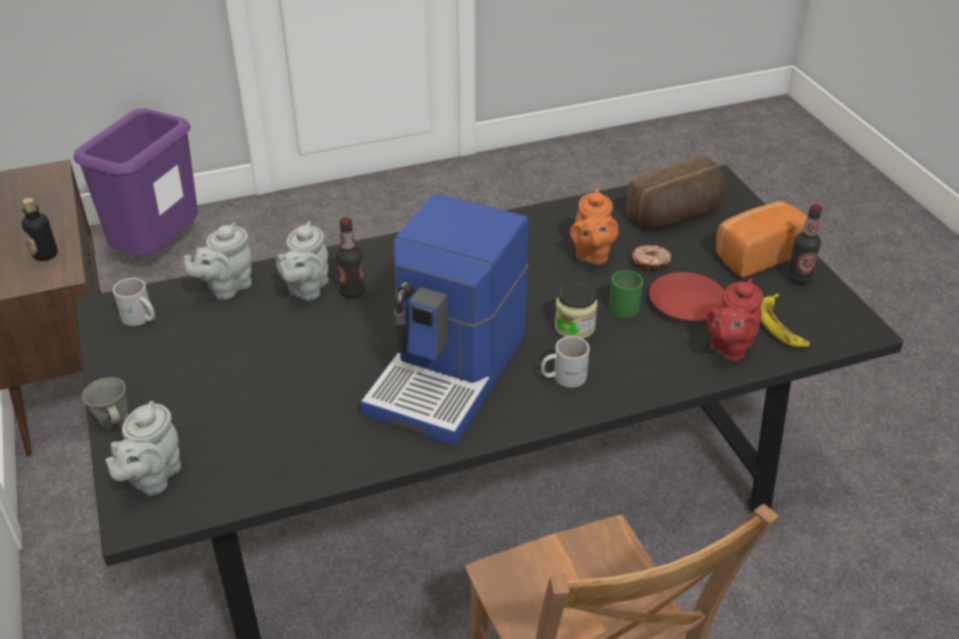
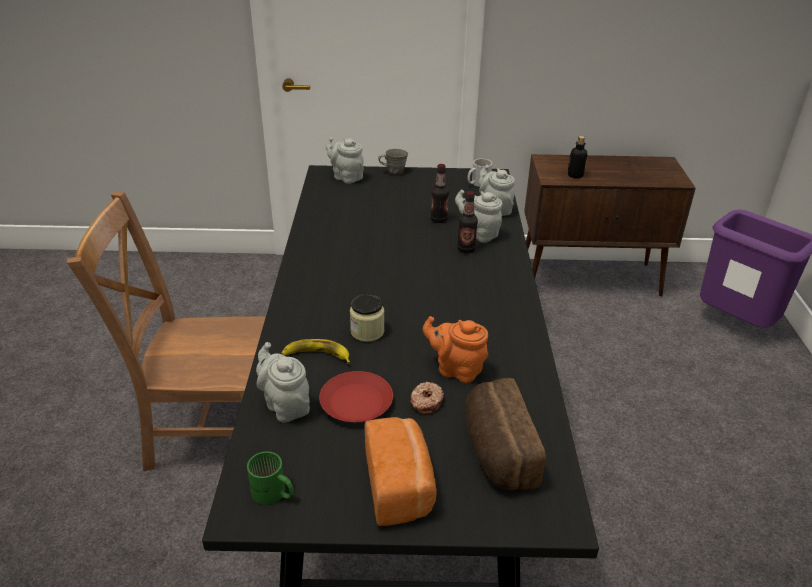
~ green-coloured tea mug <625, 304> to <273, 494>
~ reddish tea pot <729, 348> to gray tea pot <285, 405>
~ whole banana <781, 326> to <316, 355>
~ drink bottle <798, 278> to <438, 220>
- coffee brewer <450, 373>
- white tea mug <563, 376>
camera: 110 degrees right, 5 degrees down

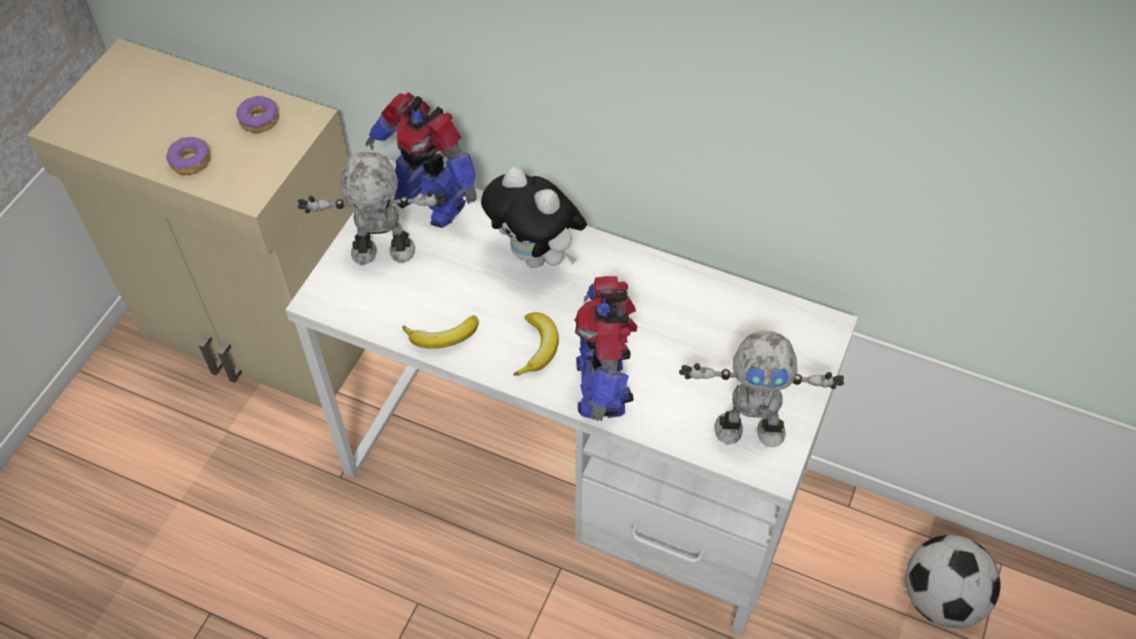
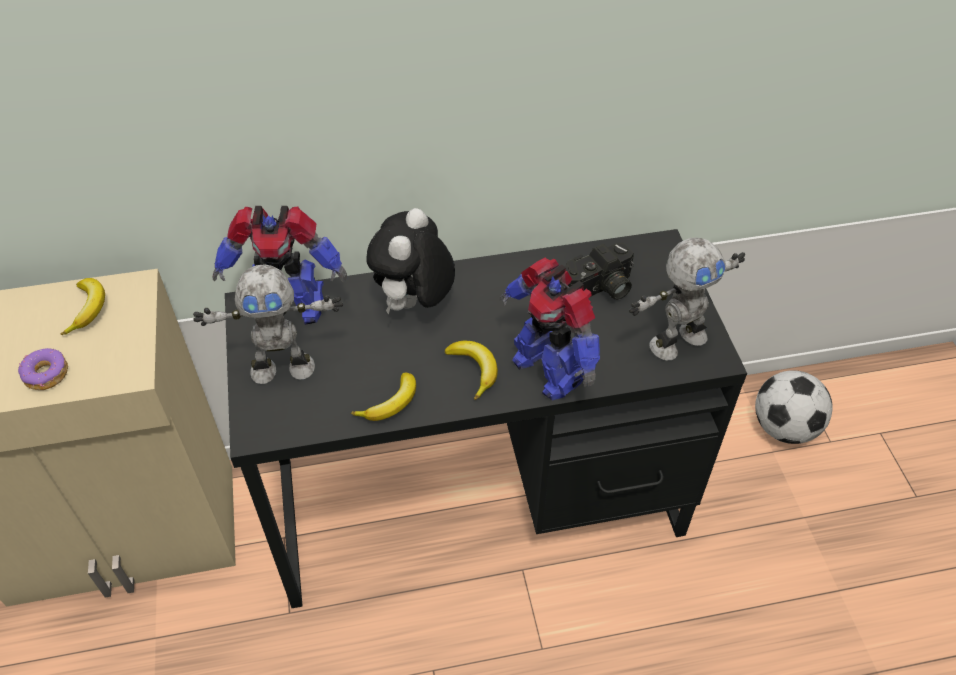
~ doughnut <259, 120> to whole banana <88, 309>
~ toy robot <383, 254> = <283, 367> 150 degrees counterclockwise
~ white desk unit <572, 478> to blackish desk unit <478, 498>
~ cuddly toy <537, 256> = <414, 304> 105 degrees clockwise
+ photo camera <599, 290>
camera: 35 degrees left, 5 degrees down

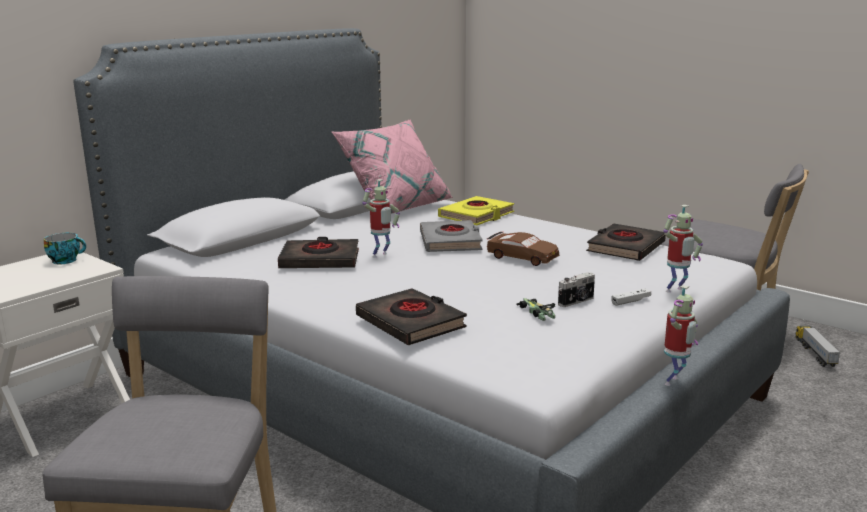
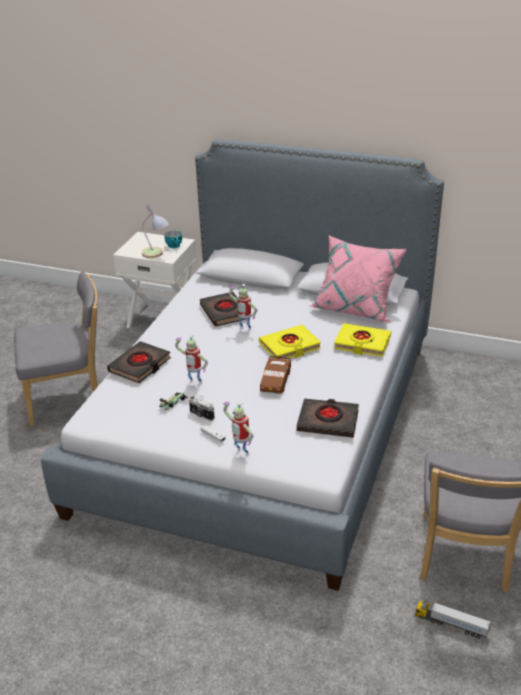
+ lamp for a table <156, 254>
~ toy robot <674, 382> to <194, 383>
~ gray bound book <450, 242> to yellow-coloured bound book <290, 346>
~ toy truck <815, 353> = <451, 625> 135 degrees counterclockwise
camera: 70 degrees right, 15 degrees up

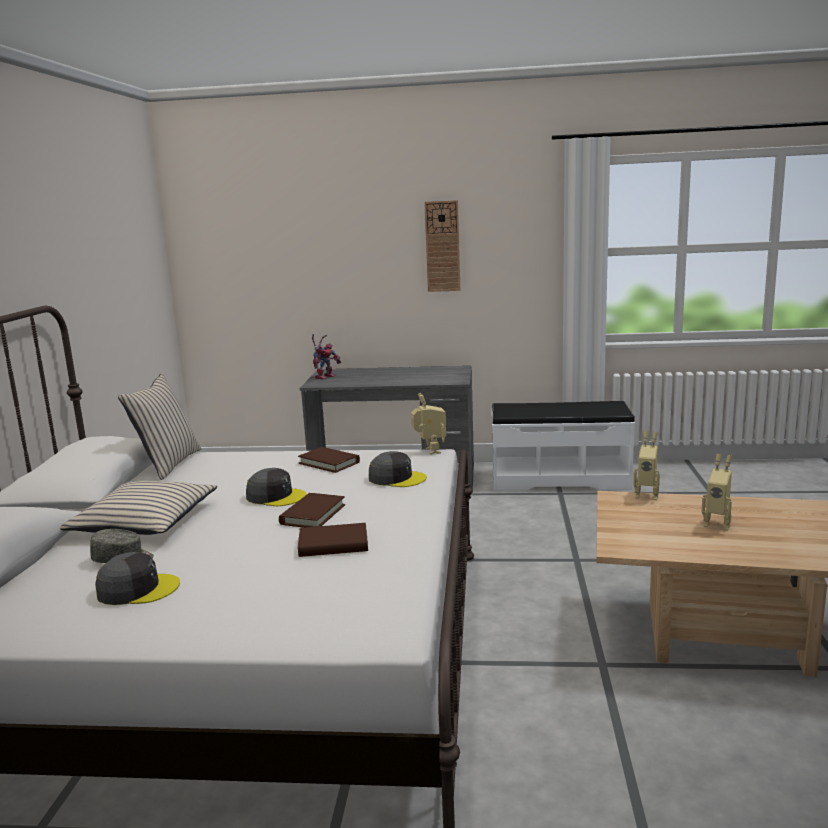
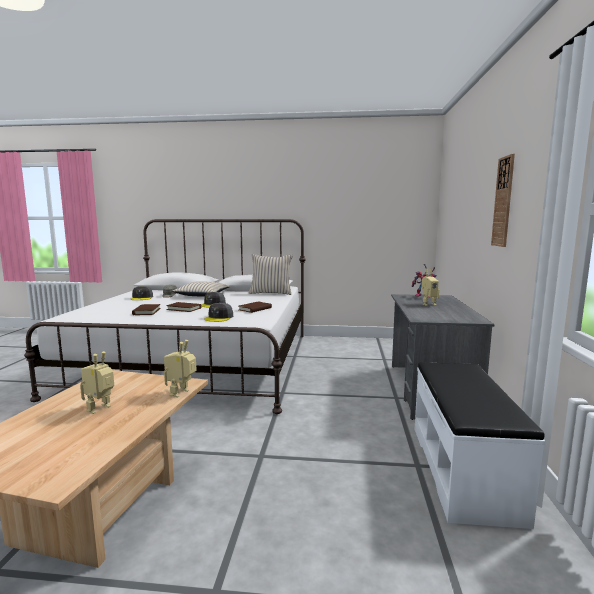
~ toy robot <429, 451> to <428, 304>
camera: 90 degrees right, 5 degrees down

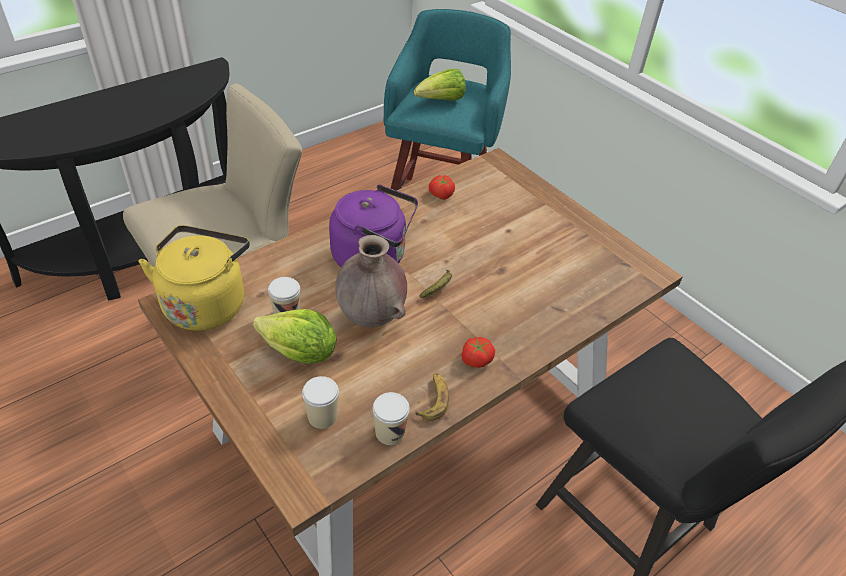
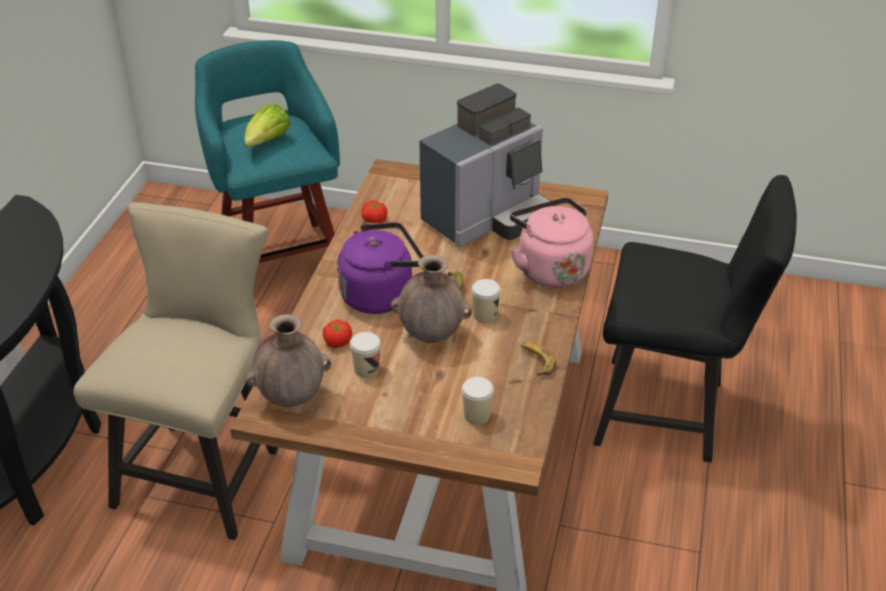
~ yellow-coloured kettle <206, 303> to brown vase <292, 398>
~ tomato <476, 359> to <337, 341>
+ coffee brewer <488, 218>
~ small cup <390, 432> to <485, 315>
+ pinkish kettle <550, 268>
- head of lettuce <300, 353>
camera: 35 degrees left, 5 degrees down

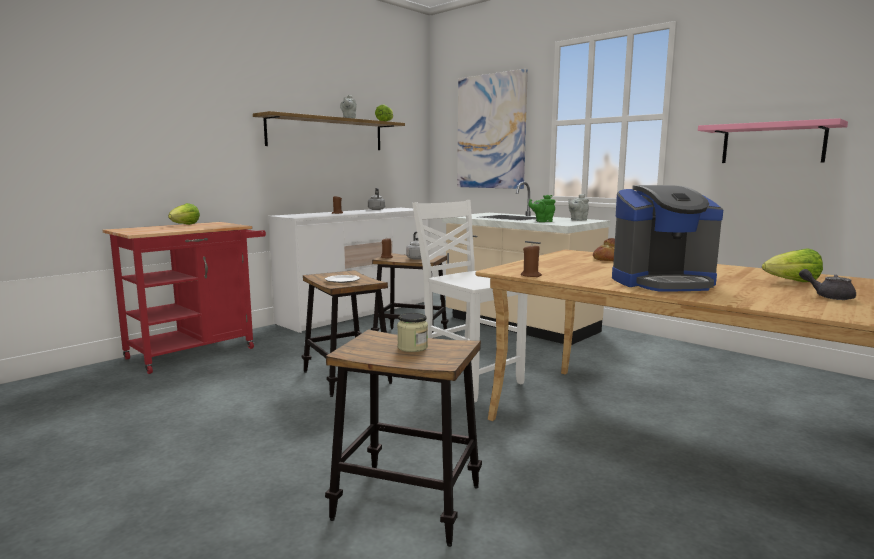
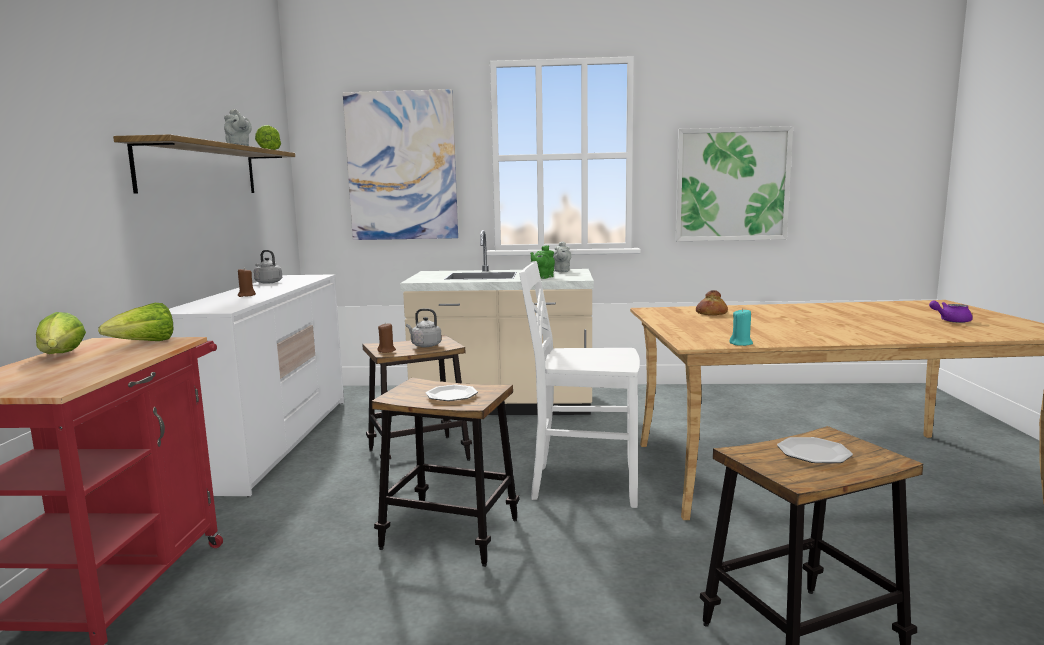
~ head of lettuce <792, 282> to <144, 343>
~ pinkish shelf <772, 143> to wall picture <732, 184>
~ brown wax candle <531, 275> to turquoise-coloured wax candle <741, 343>
~ jar <412, 347> to plate <813, 453>
~ gray tea pot <828, 296> to purple tea pot <950, 321>
- coffee brewer <662, 282>
camera: 40 degrees left, 0 degrees up

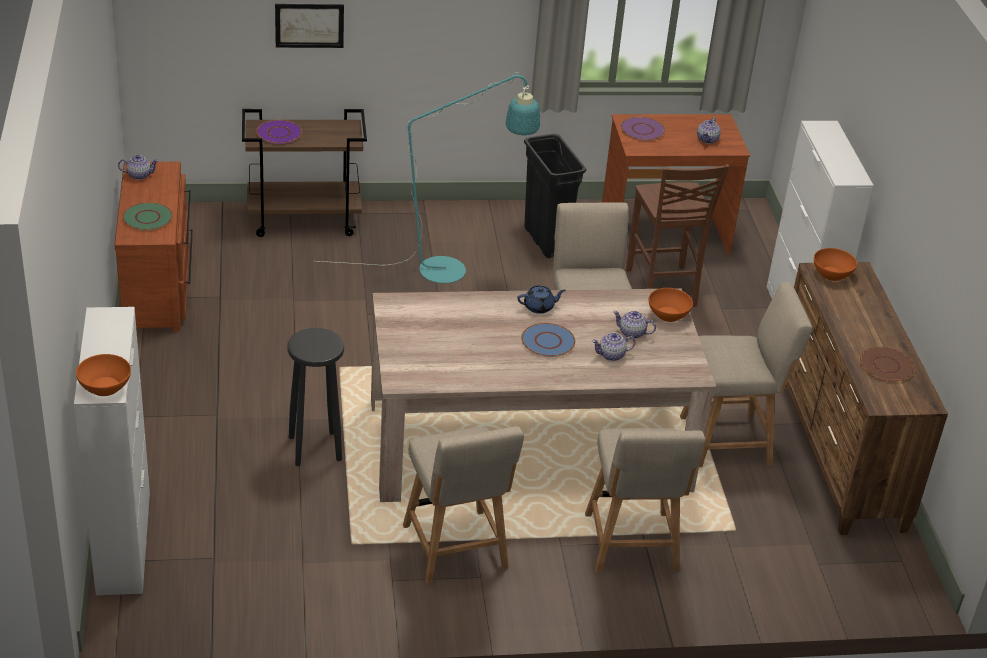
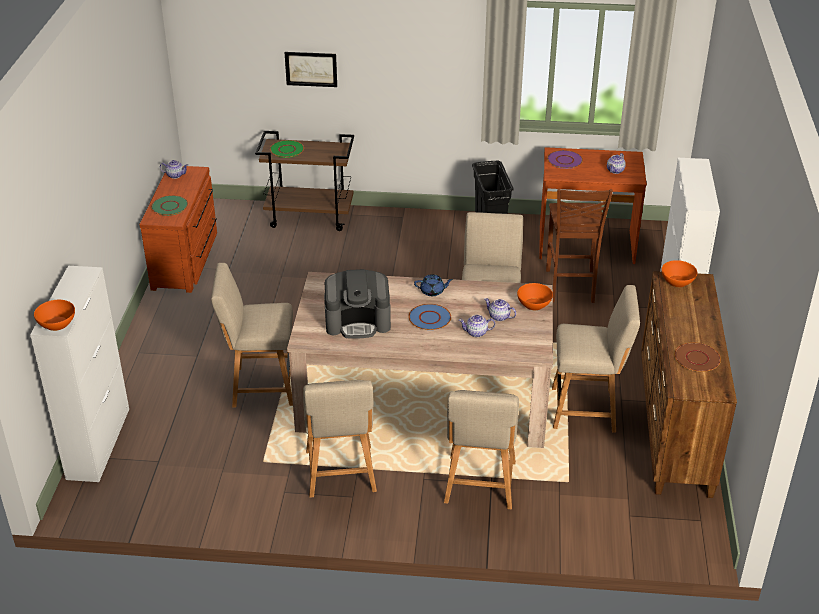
~ blackish stool seat <315, 447> to beige-coloured upright chair <260, 386>
~ purple plate <279, 133> to green-coloured plate <287, 150>
+ coffee brewer <358, 321>
- turquoise-coloured floor lamp <455, 270>
camera: 15 degrees right, 0 degrees up

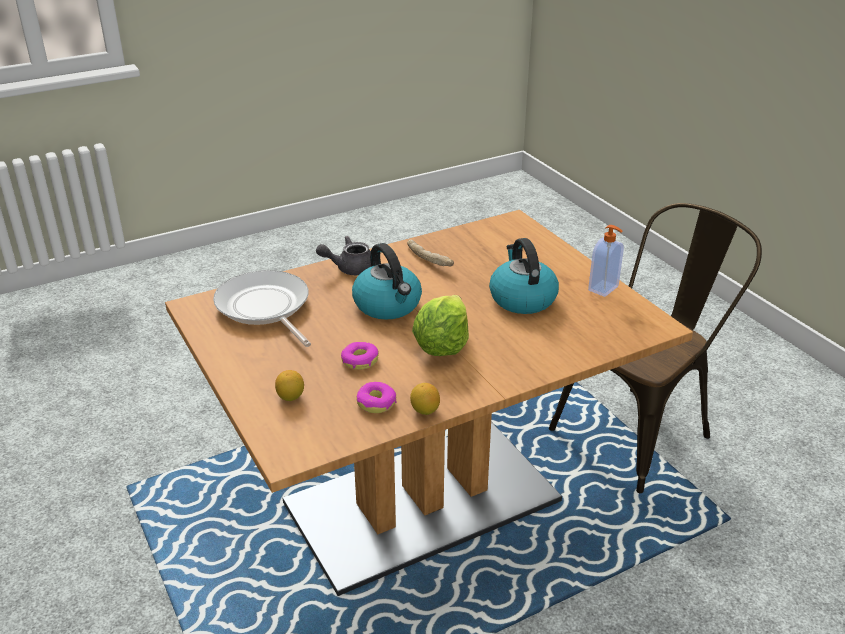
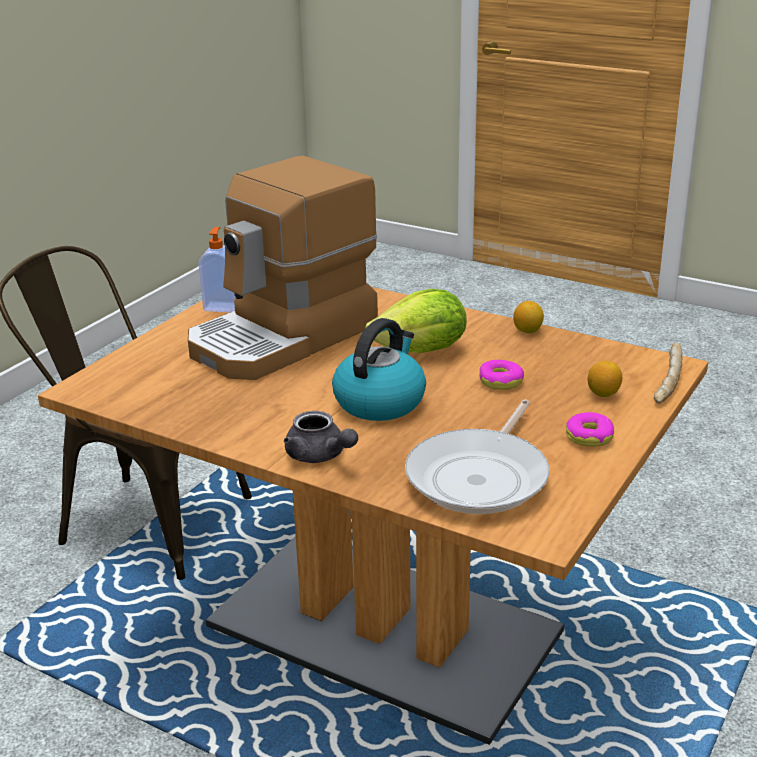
~ kettle <522, 298> to coffee brewer <284, 338>
~ doughnut <376, 403> to <589, 437>
~ bakery bread <429, 259> to <666, 382>
camera: 120 degrees left, 5 degrees down

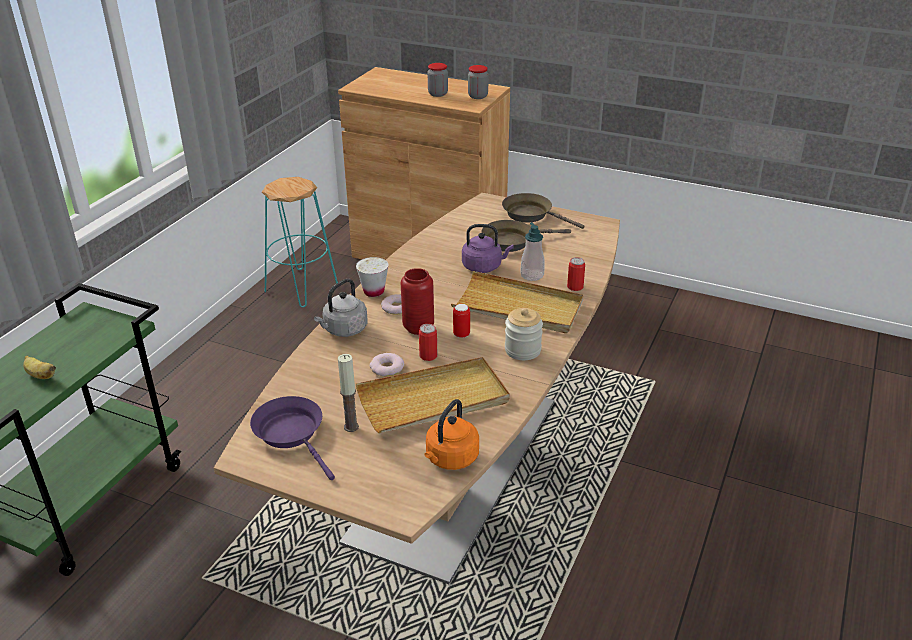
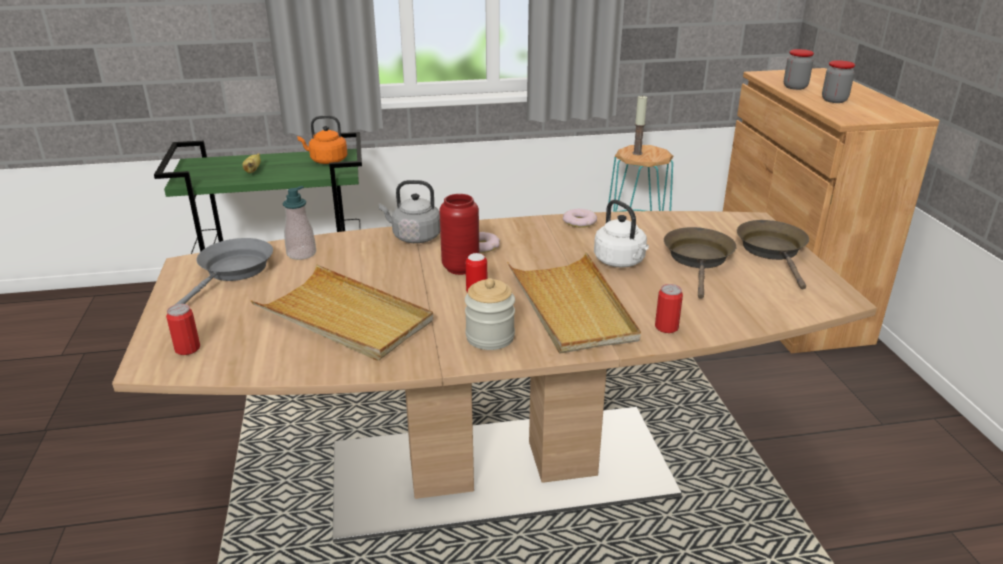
~ metal can <428, 356> to <187, 349>
~ purple skillet <292, 434> to gray skillet <233, 271>
~ liquid soap bottle <532, 275> to <301, 254>
~ orange kettle <450, 459> to <326, 161>
~ doughnut <387, 368> to <579, 222>
~ purple kettle <484, 267> to white kettle <621, 262>
~ wax candle <351, 427> to <637, 153>
~ brown skillet <512, 241> = <698, 259> 60 degrees clockwise
~ jar <478, 96> to <795, 87>
- white small cup <374, 291>
camera: 55 degrees right, 5 degrees down

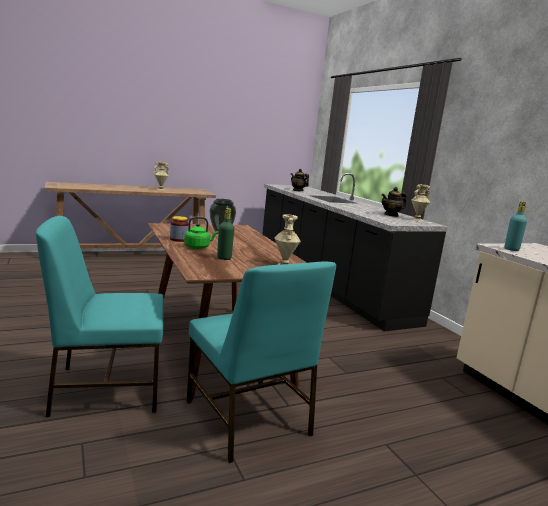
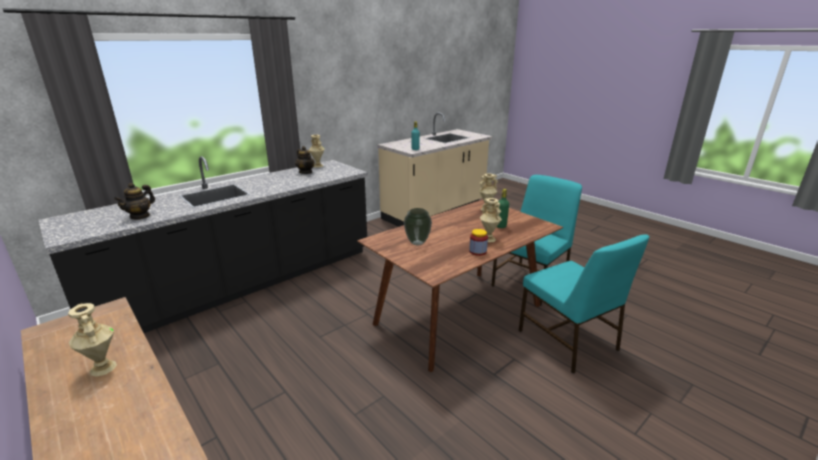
~ green-coloured kettle <198, 247> to beige-coloured vase <488, 239>
camera: 105 degrees left, 10 degrees up

